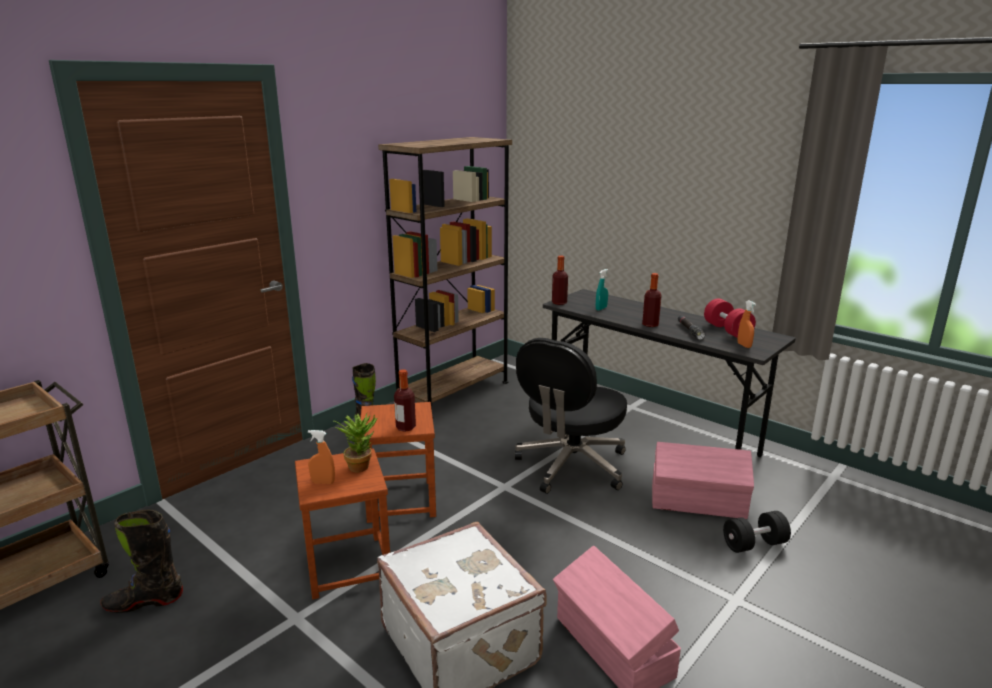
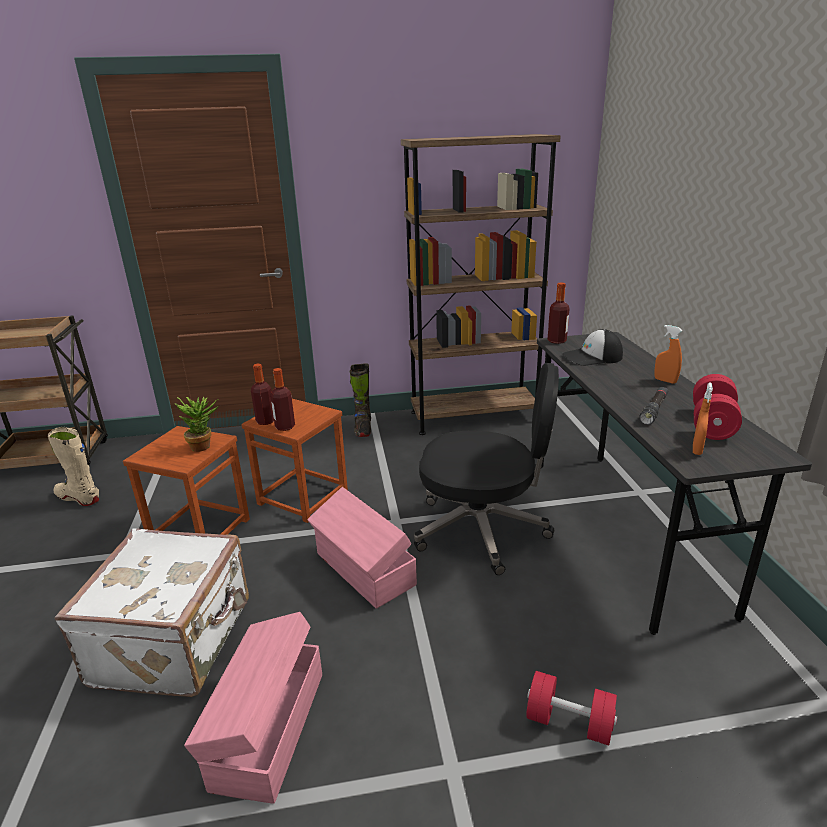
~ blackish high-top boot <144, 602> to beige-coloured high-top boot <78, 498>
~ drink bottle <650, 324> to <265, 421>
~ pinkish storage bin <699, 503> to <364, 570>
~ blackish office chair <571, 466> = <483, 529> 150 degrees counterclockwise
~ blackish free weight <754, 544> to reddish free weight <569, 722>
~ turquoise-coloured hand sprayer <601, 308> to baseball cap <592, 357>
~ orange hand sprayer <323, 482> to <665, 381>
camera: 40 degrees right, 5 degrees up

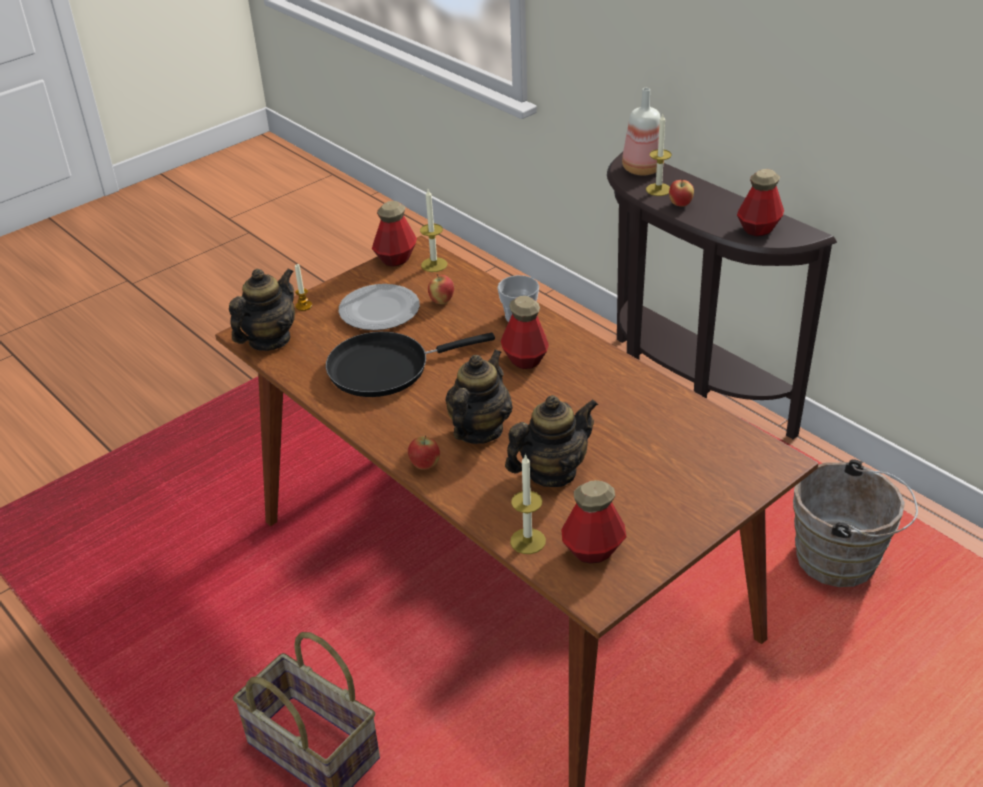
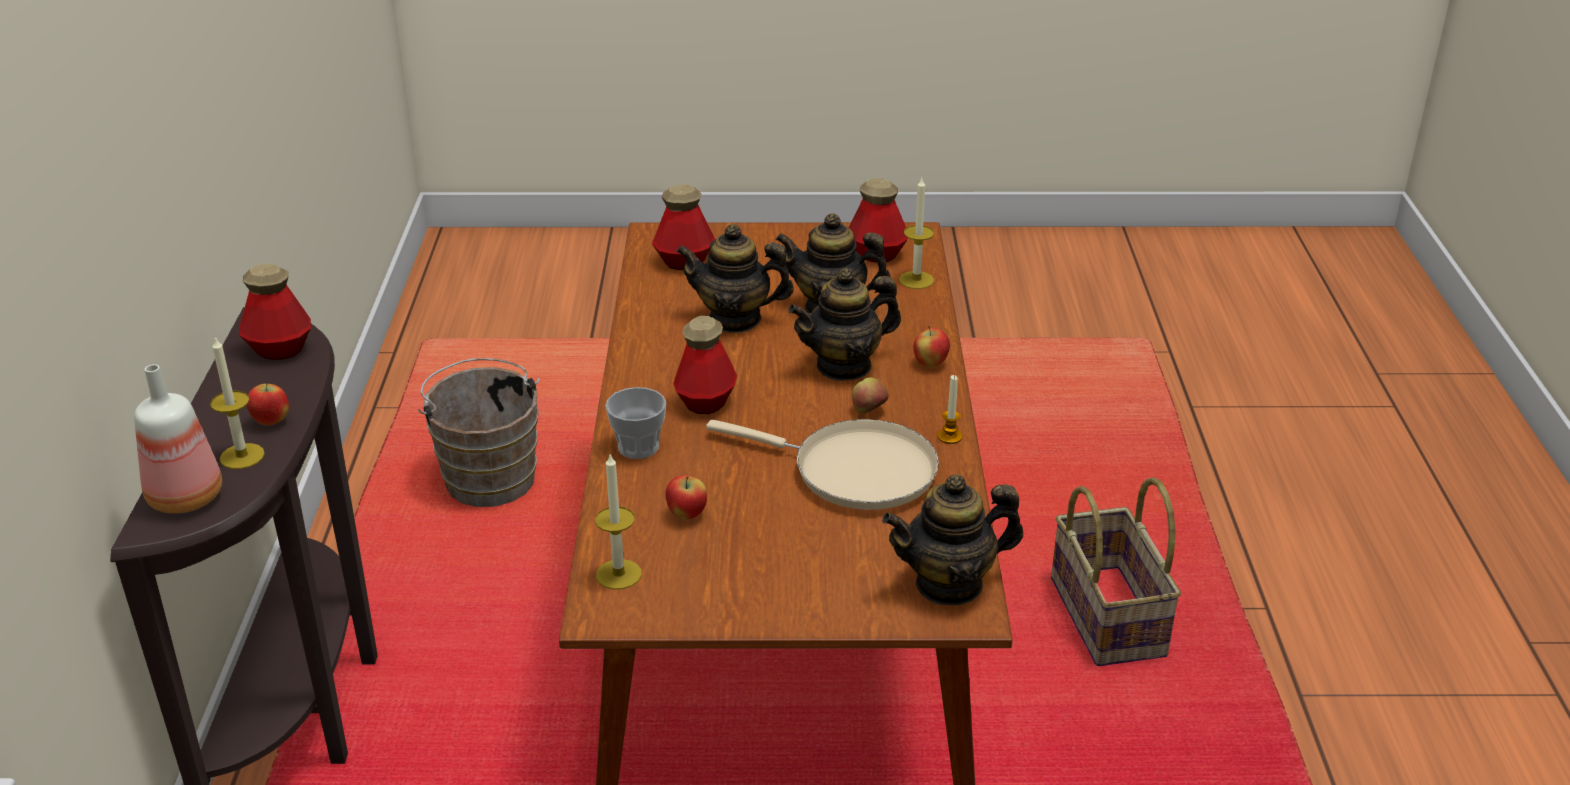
~ drink bottle <396, 258> to <684, 262>
+ tea pot <735, 319>
~ blackish skillet <385, 368> to beige-coloured skillet <854, 470>
+ whole apple <869, 411>
~ wax candle <303, 306> to <949, 436>
- plate <380, 311>
camera: 140 degrees left, 5 degrees down

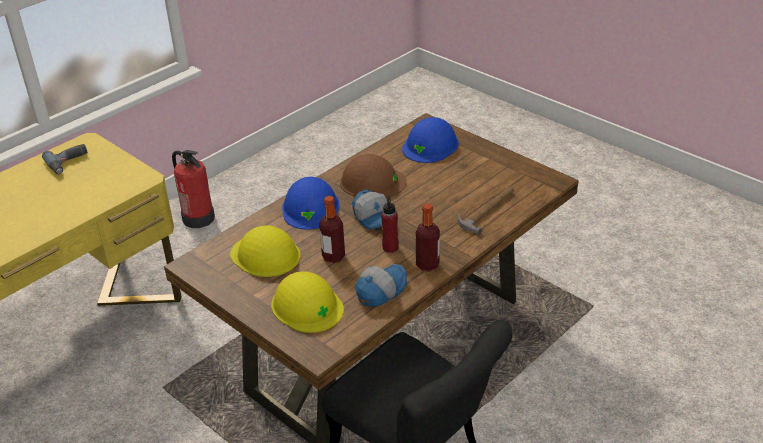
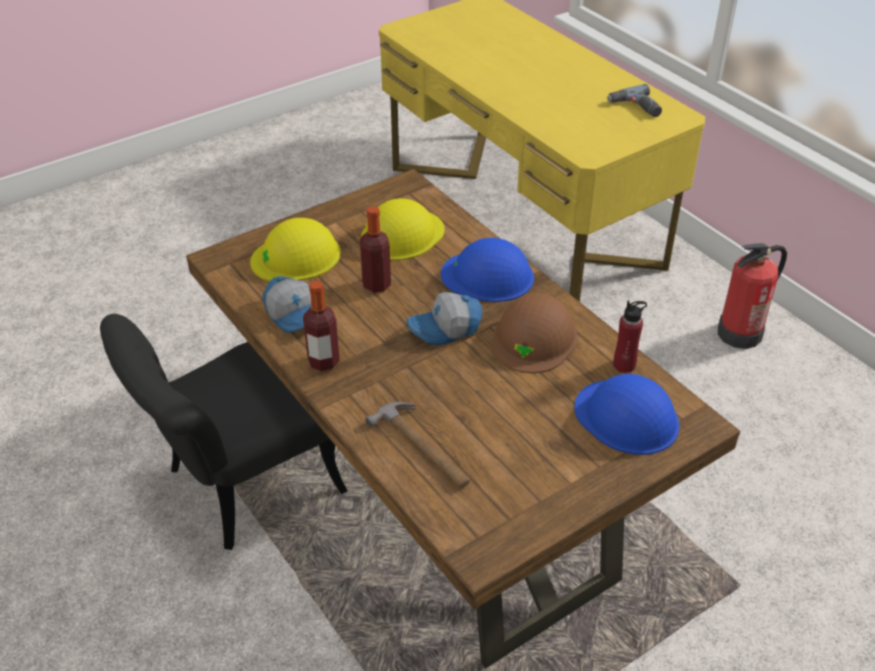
~ reddish drink bottle <390, 247> to <624, 365>
camera: 100 degrees right, 5 degrees up

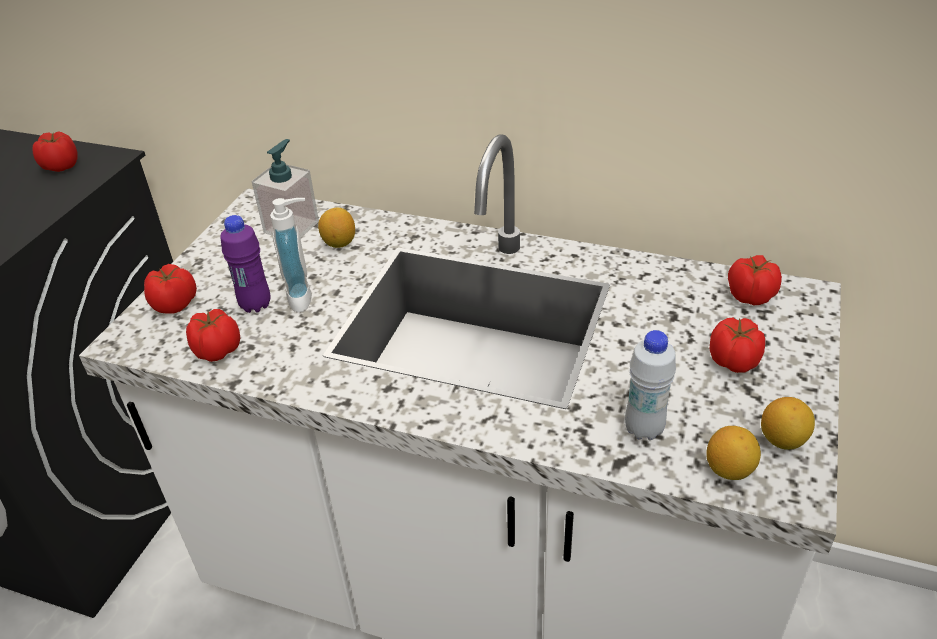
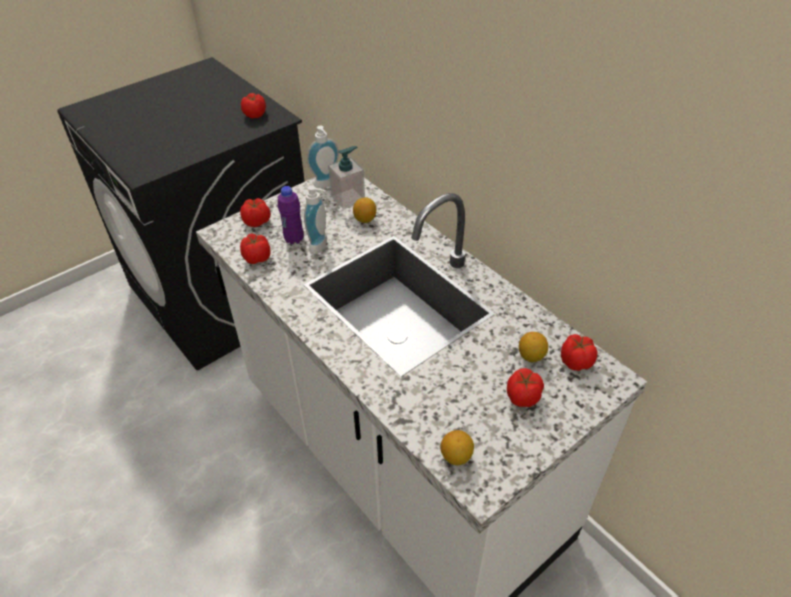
+ liquid soap bottle <327, 185>
~ whole lemon <782, 440> to <531, 356>
- white drink bottle <644, 429>
camera: 30 degrees right, 5 degrees up

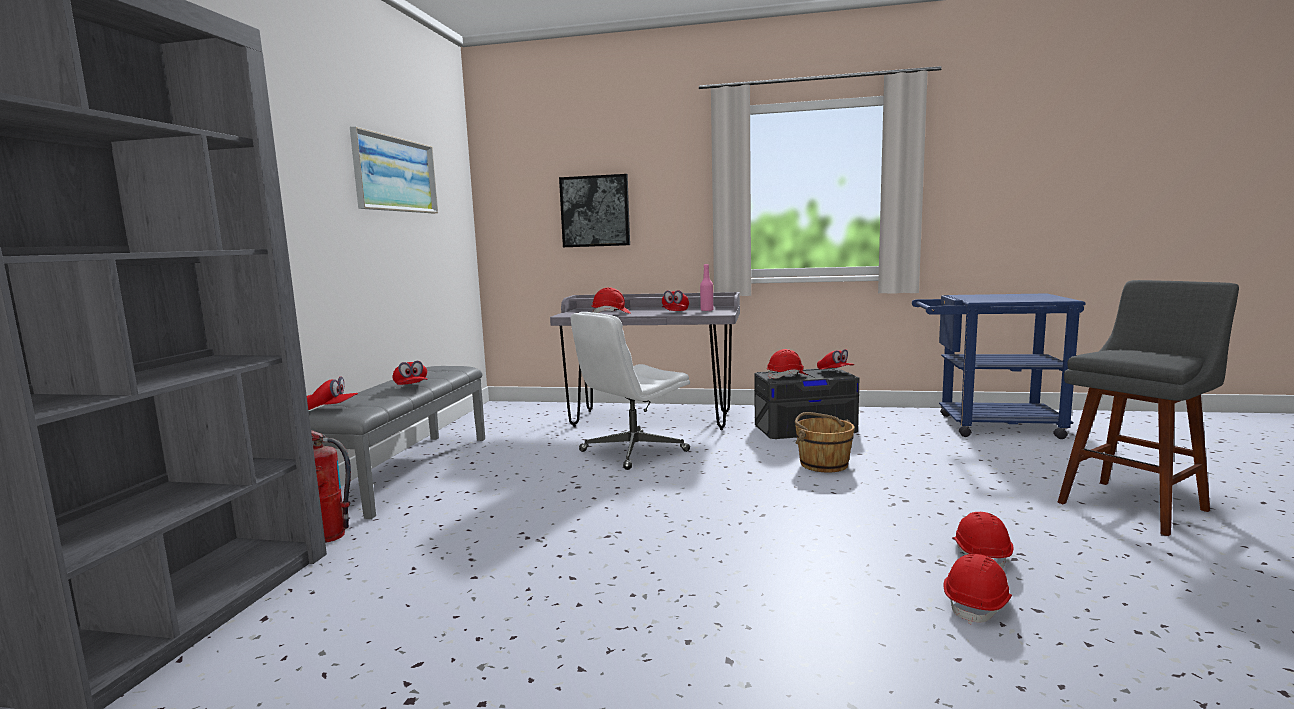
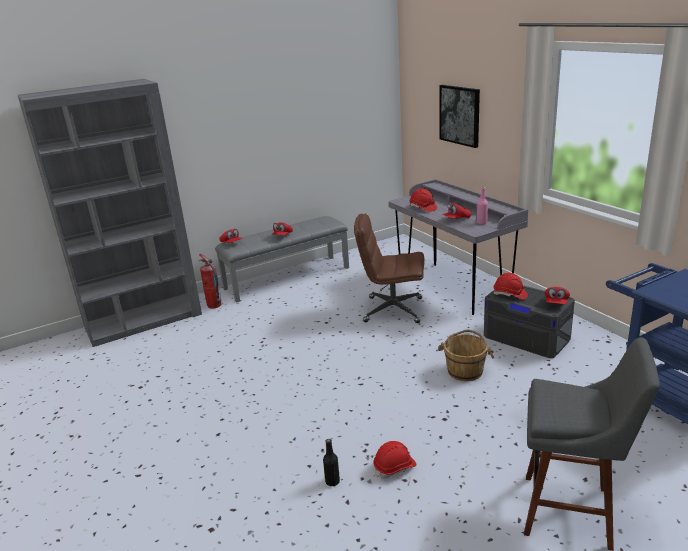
~ reddish safety helmet <977, 605> to blackish drink bottle <332, 481>
~ white office chair <633, 452> to brown office chair <392, 310>
- wall picture <395, 174>
camera: 50 degrees right, 15 degrees up

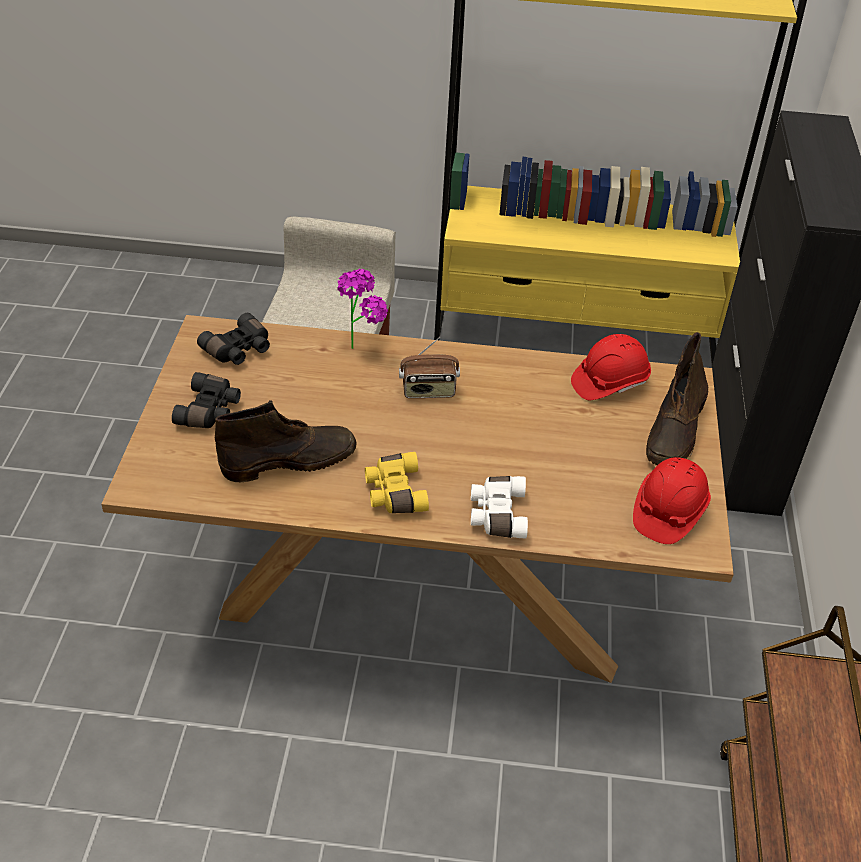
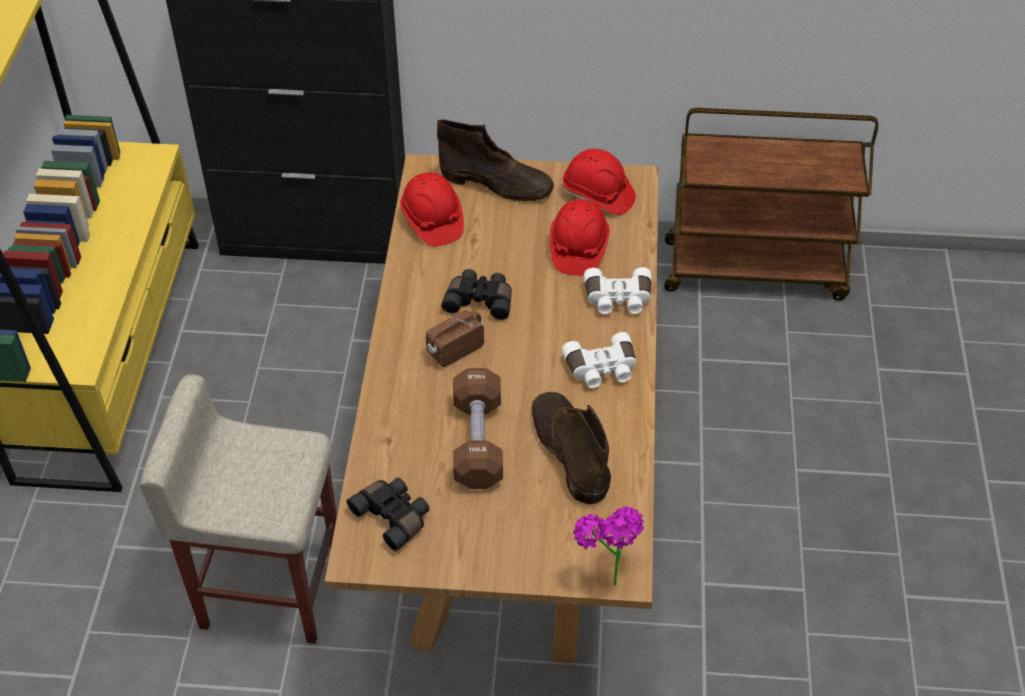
~ radio <428, 391> = <455, 350> 120 degrees counterclockwise
~ blackish pair of binoculars <210, 411> to <480, 300>
+ brown free weight <478, 442>
+ reddish safety helmet <578, 248>
~ yellow-coloured pair of binoculars <394, 492> to white pair of binoculars <601, 370>
~ houseplant <362, 344> to <606, 574>
camera: 90 degrees left, 5 degrees up

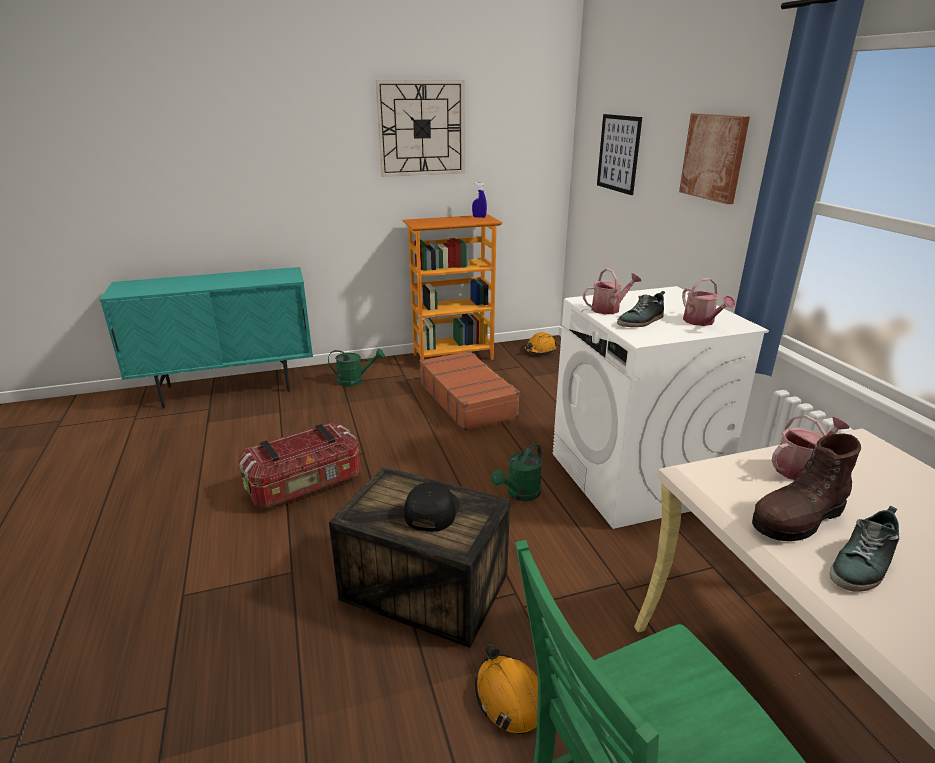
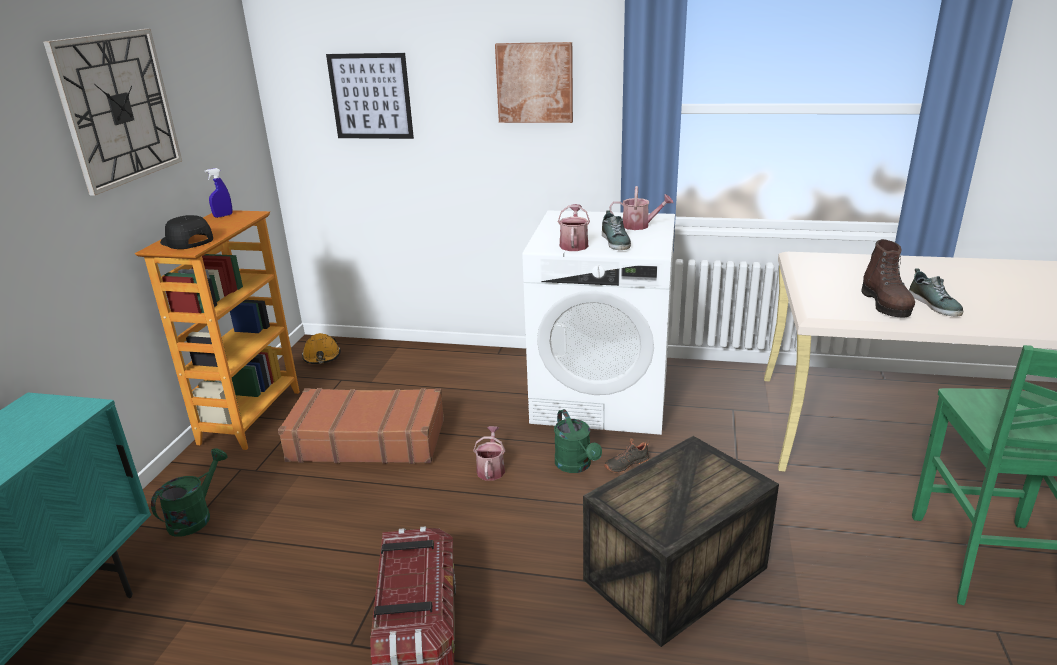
~ blackish baseball cap <431, 510> to <186, 241>
~ sprinkling can <801, 468> to <491, 468>
+ blackish low shoe <626, 464>
- orange safety helmet <509, 697>
camera: 60 degrees left, 0 degrees up

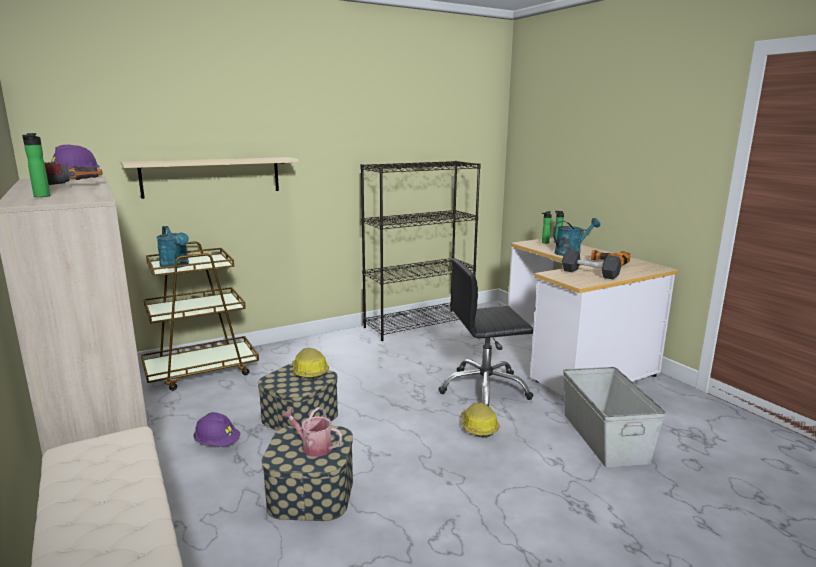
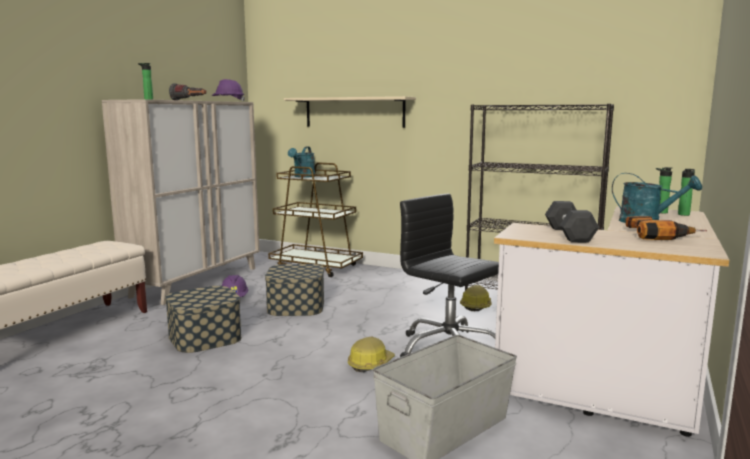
~ safety helmet <309, 371> to <476, 306>
- sprinkling can <313, 446>
camera: 55 degrees right, 5 degrees down

